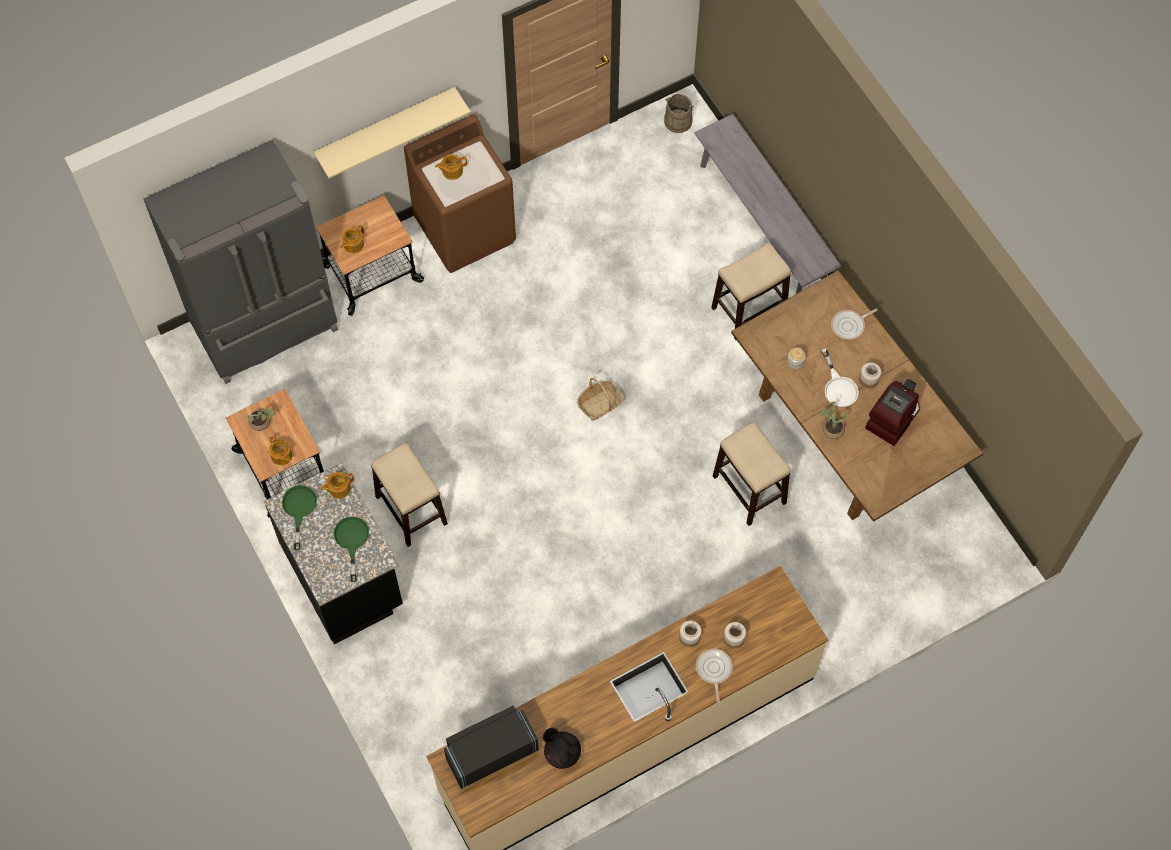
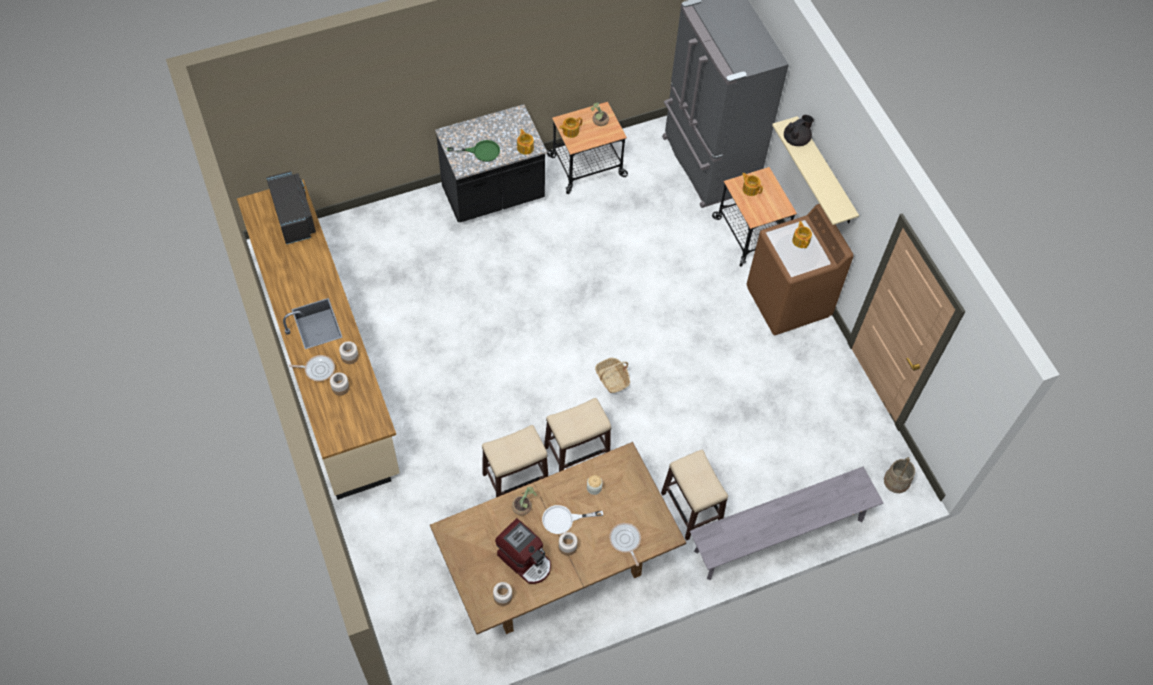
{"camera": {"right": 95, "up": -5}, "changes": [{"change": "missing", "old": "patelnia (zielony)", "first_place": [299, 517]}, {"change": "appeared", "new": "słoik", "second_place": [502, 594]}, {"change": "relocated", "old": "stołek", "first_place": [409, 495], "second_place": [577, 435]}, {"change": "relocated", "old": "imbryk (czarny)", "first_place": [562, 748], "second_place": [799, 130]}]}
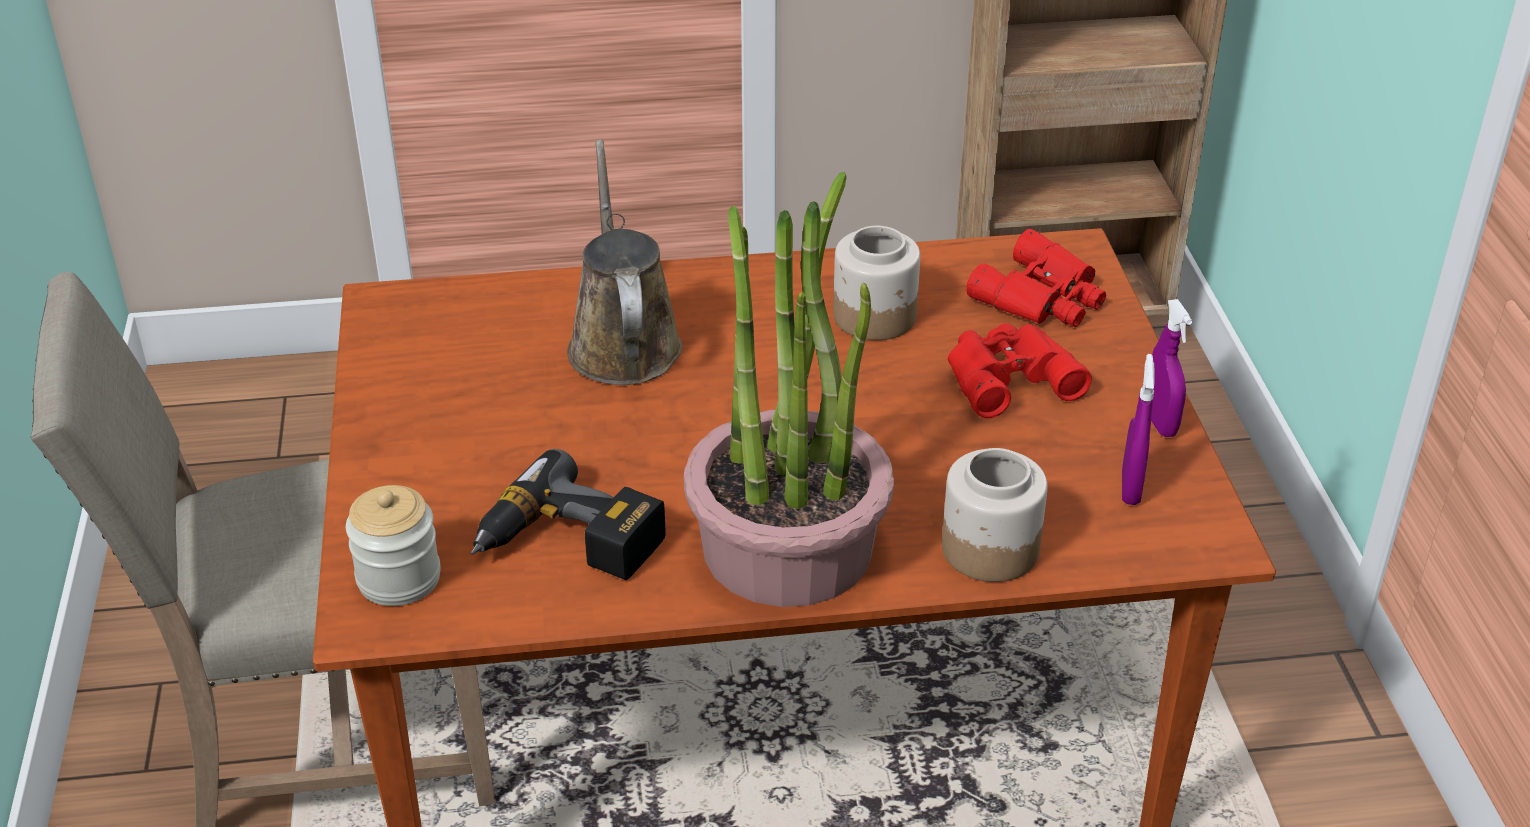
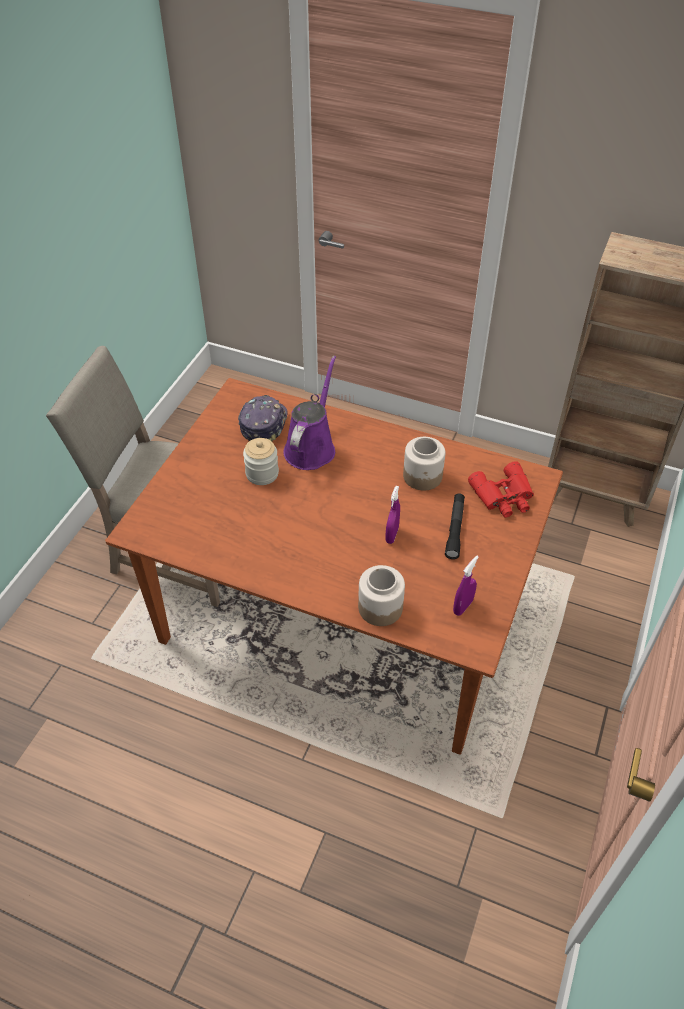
{"camera": {"right": 30, "up": 10}, "changes": [{"change": "missing", "old": "wiertarka", "first_place": [568, 514]}, {"change": "missing", "old": "roślina doniczkowa", "first_place": [789, 389]}, {"change": "appeared", "new": "czapka z daszkiem", "second_place": [263, 418]}, {"change": "relocated", "old": "słoik", "first_place": [393, 545], "second_place": [261, 461]}, {"change": "relocated", "old": "spryskiwacz (fioletowy)", "first_place": [1171, 368], "second_place": [392, 515]}, {"change": "exchanged", "old": "lornetka (czerwony)", "new": "latarka (czarny)", "first_place": [1020, 370], "second_place": [455, 526]}, {"change": "colour", "old": "konewka (brązowy)", "new": "konewka (fioletowy)", "first_place": [625, 262], "second_place": [309, 413]}]}
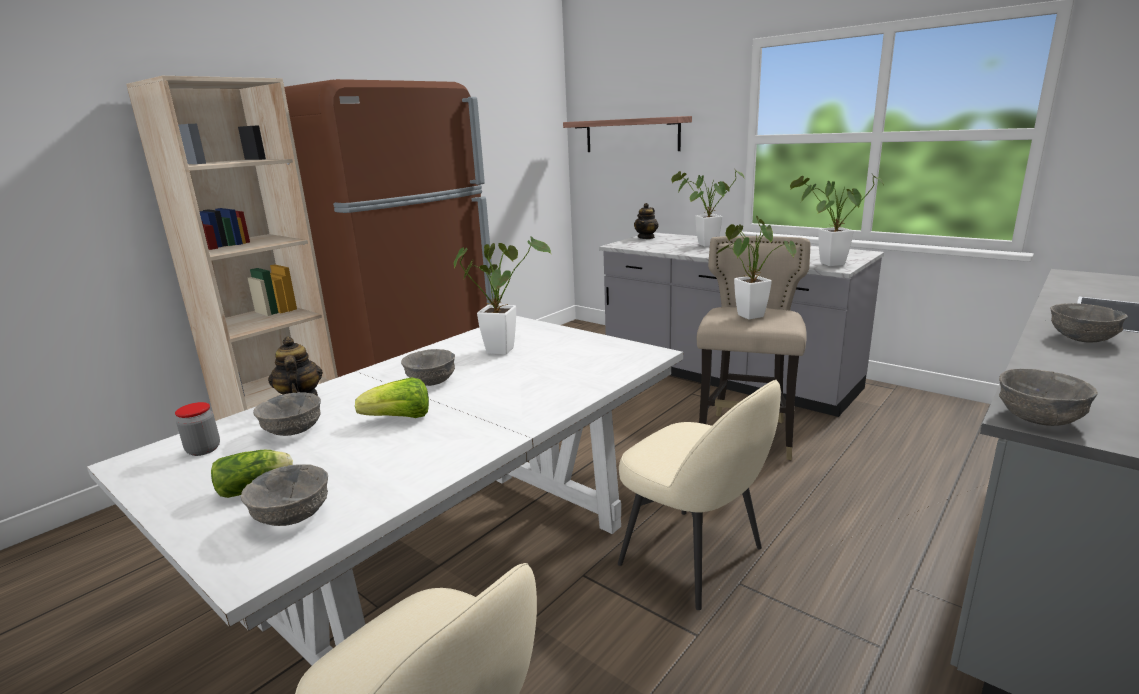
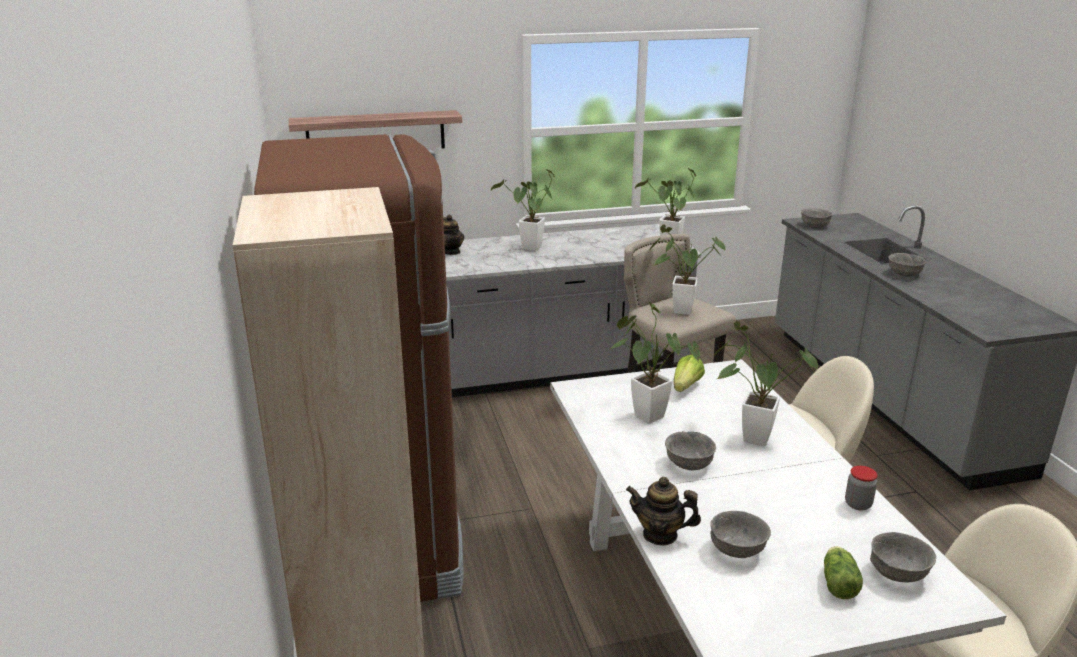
{"camera": {"right": -55, "up": 5}, "changes": [{"change": "appeared", "new": "roślina doniczkowa", "second_place": [766, 383]}, {"change": "relocated", "old": "słoik", "first_place": [197, 429], "second_place": [861, 488]}, {"change": "relocated", "old": "sałata", "first_place": [392, 397], "second_place": [689, 373]}, {"change": "relocated", "old": "miska (szary)", "first_place": [1048, 397], "second_place": [816, 218]}]}
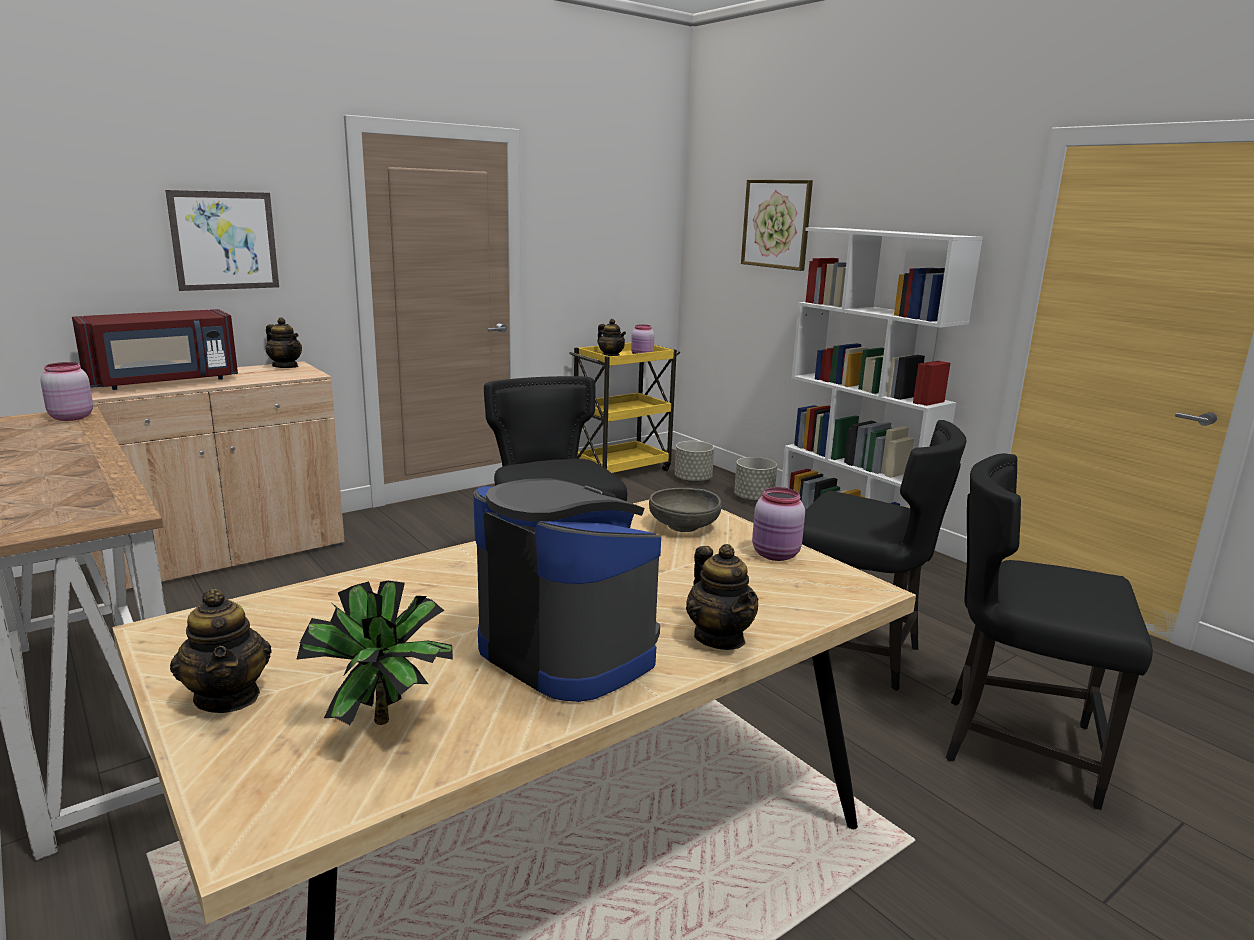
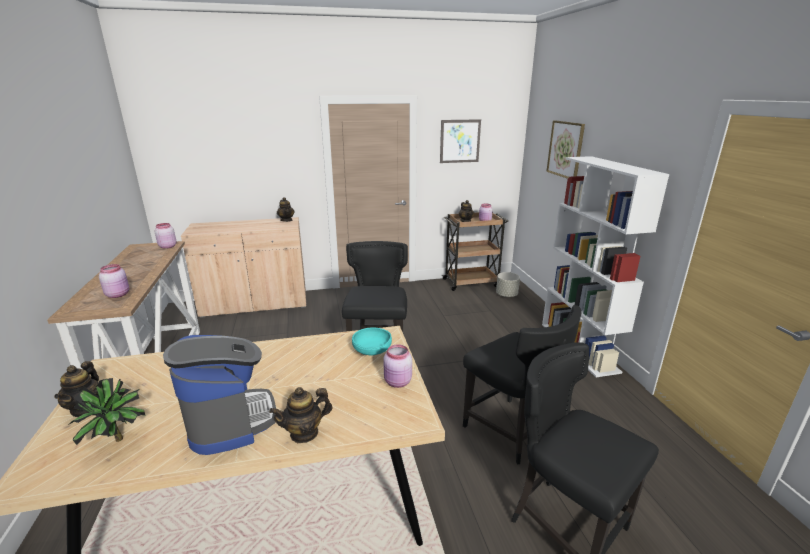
{"camera": {"right": 25, "up": 5}, "changes": [{"change": "missing", "old": "mikrofalówka (czerwony)", "first_place": [155, 349]}, {"change": "missing", "old": "donica (szary)", "first_place": [755, 479]}, {"change": "appeared", "new": "słoik (różowy)", "second_place": [114, 281]}, {"change": "relocated", "old": "obraz", "first_place": [222, 240], "second_place": [460, 141]}, {"change": "colour", "old": "wózek (żółty)", "new": "wózek (brązowy)", "first_place": [624, 408], "second_place": [474, 251]}, {"change": "colour", "old": "miska (szary)", "new": "miska (turkusowy)", "first_place": [685, 510], "second_place": [372, 342]}, {"change": "spun", "old": "imbryk", "first_place": [722, 597], "second_place": [300, 415], "degrees": 60}]}
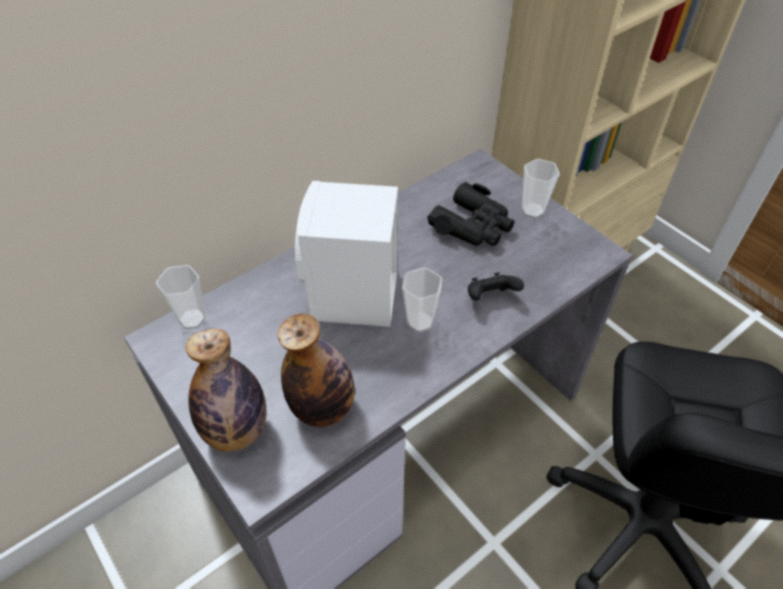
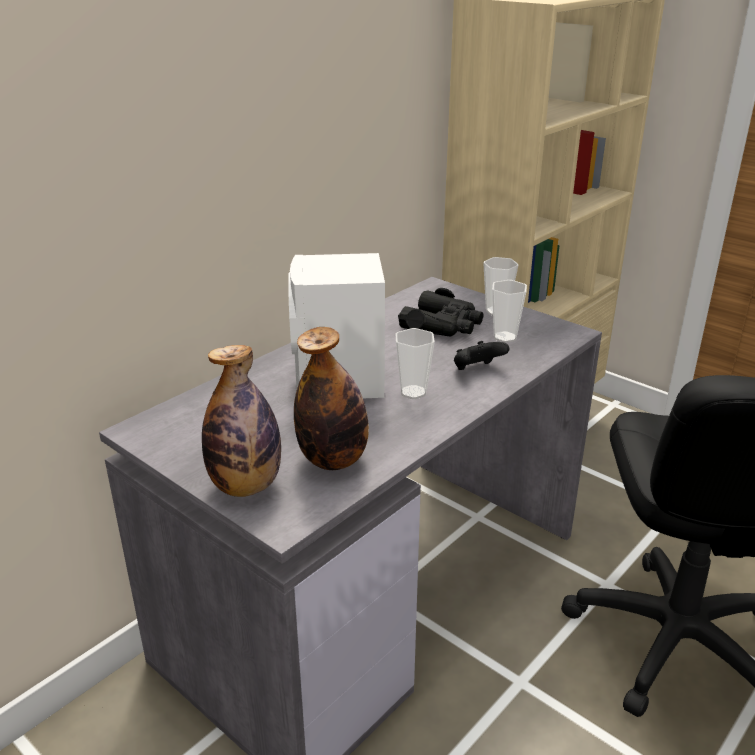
{"camera": {"right": -10, "up": -20}, "changes": [{"change": "relocated", "old": "filiżanka", "first_place": [180, 297], "second_place": [509, 311]}]}
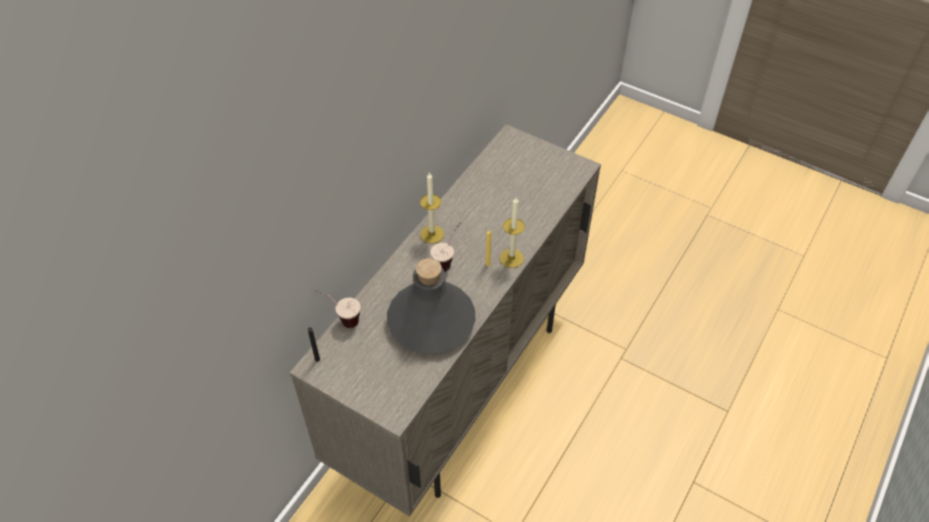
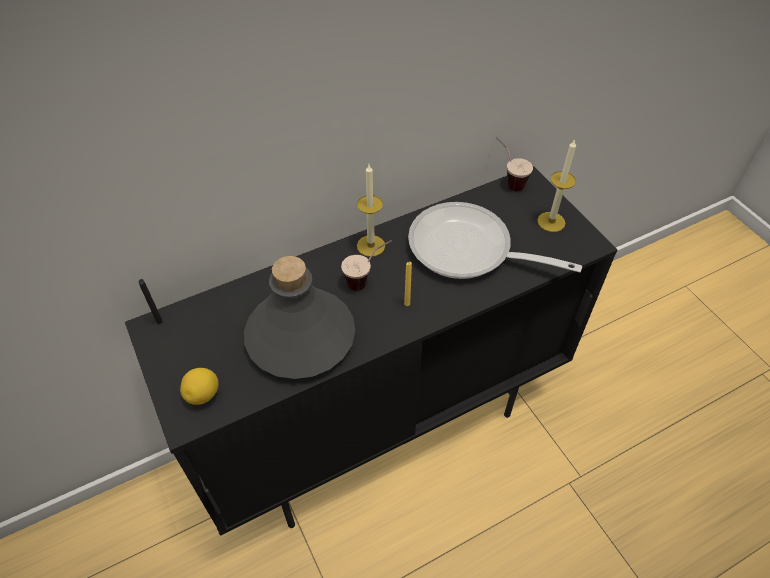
{"camera": {"right": 30, "up": 0}, "changes": [{"change": "appeared", "new": "cytryna", "second_place": [199, 386]}, {"change": "appeared", "new": "patelnia", "second_place": [495, 240]}, {"change": "relocated", "old": "filiżanka", "first_place": [338, 309], "second_place": [514, 164]}, {"change": "relocated", "old": "świeca", "first_place": [512, 232], "second_place": [556, 185]}, {"change": "colour", "old": "szafka (beżowy)", "new": "szafka (czarny)", "first_place": [445, 320], "second_place": [371, 351]}]}
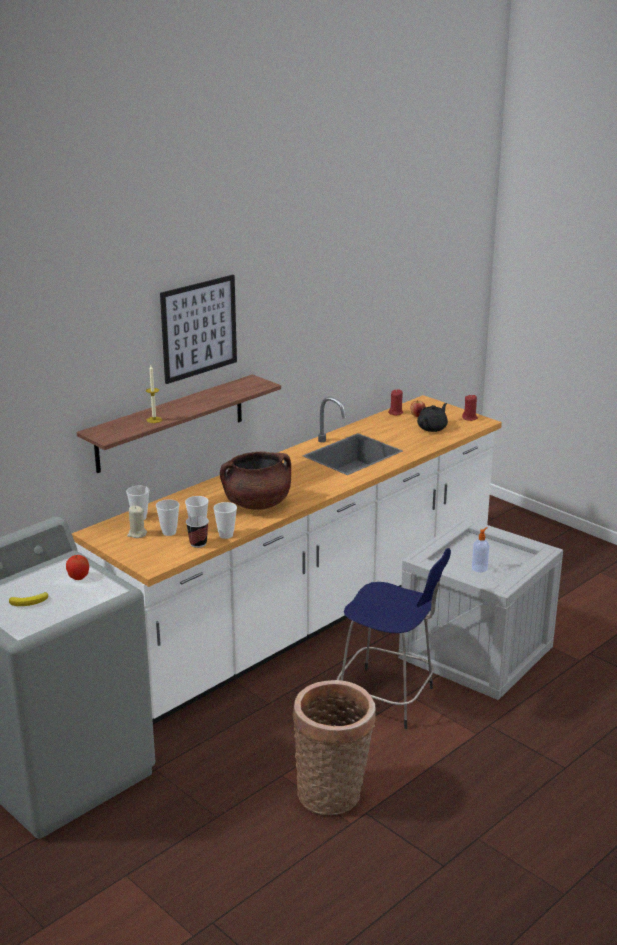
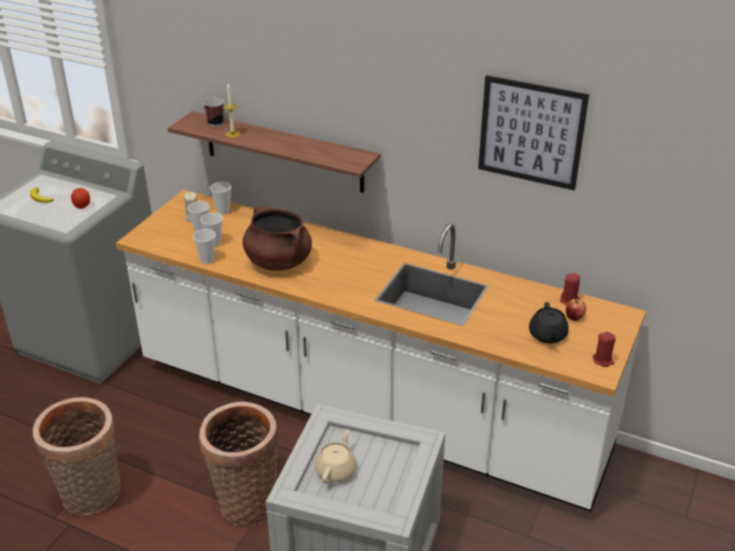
{"camera": {"right": 70, "up": 10}, "changes": [{"change": "relocated", "old": "obraz", "first_place": [198, 329], "second_place": [533, 132]}, {"change": "relocated", "old": "filiżanka", "first_place": [197, 532], "second_place": [213, 111]}, {"change": "exchanged", "old": "stołek (niebieski)", "new": "koszyk", "first_place": [394, 638], "second_place": [239, 464]}, {"change": "exchanged", "old": "dozownik mydła", "new": "imbryk (beżowy)", "first_place": [480, 549], "second_place": [335, 456]}, {"change": "spun", "old": "imbryk (czarny)", "first_place": [432, 417], "second_place": [549, 323], "degrees": 75}]}
